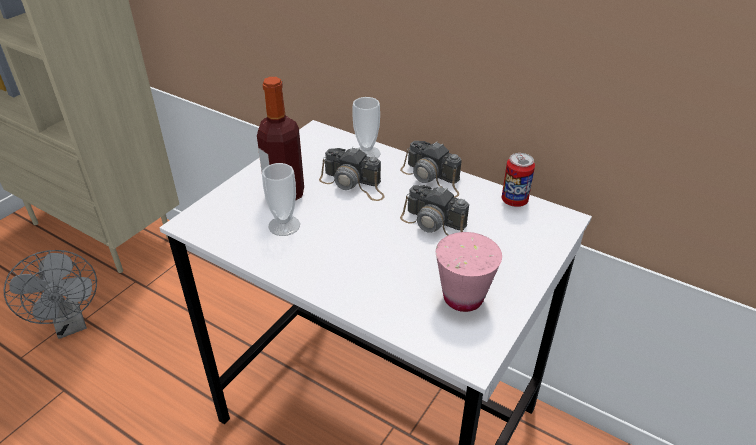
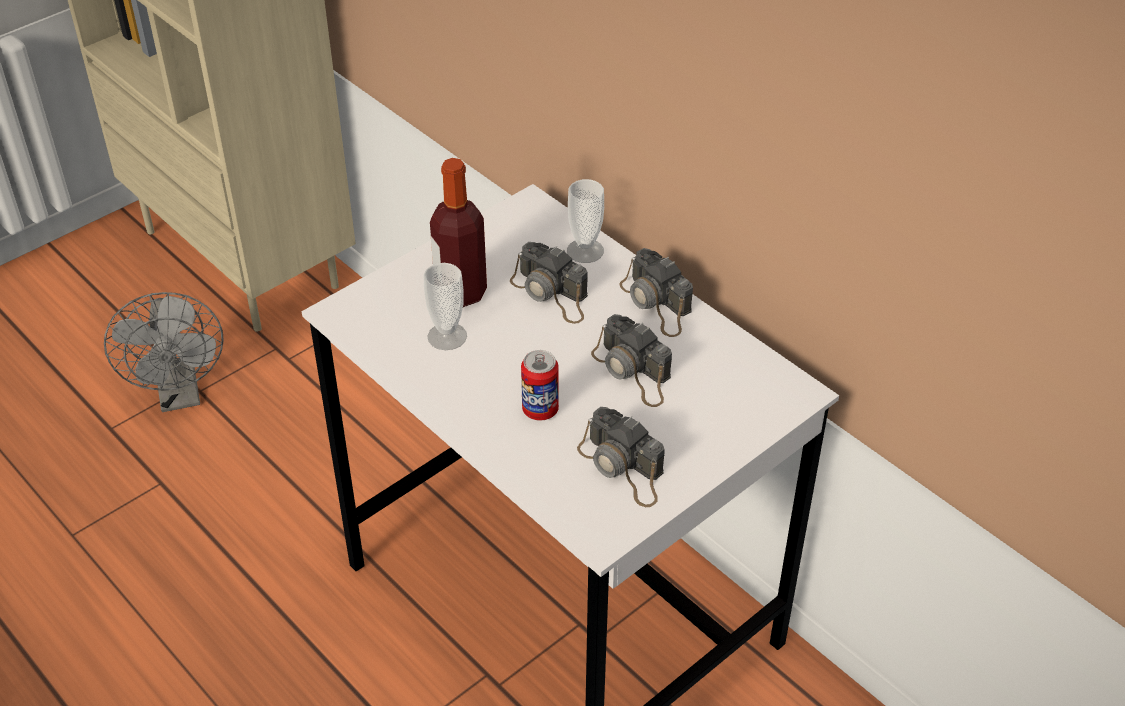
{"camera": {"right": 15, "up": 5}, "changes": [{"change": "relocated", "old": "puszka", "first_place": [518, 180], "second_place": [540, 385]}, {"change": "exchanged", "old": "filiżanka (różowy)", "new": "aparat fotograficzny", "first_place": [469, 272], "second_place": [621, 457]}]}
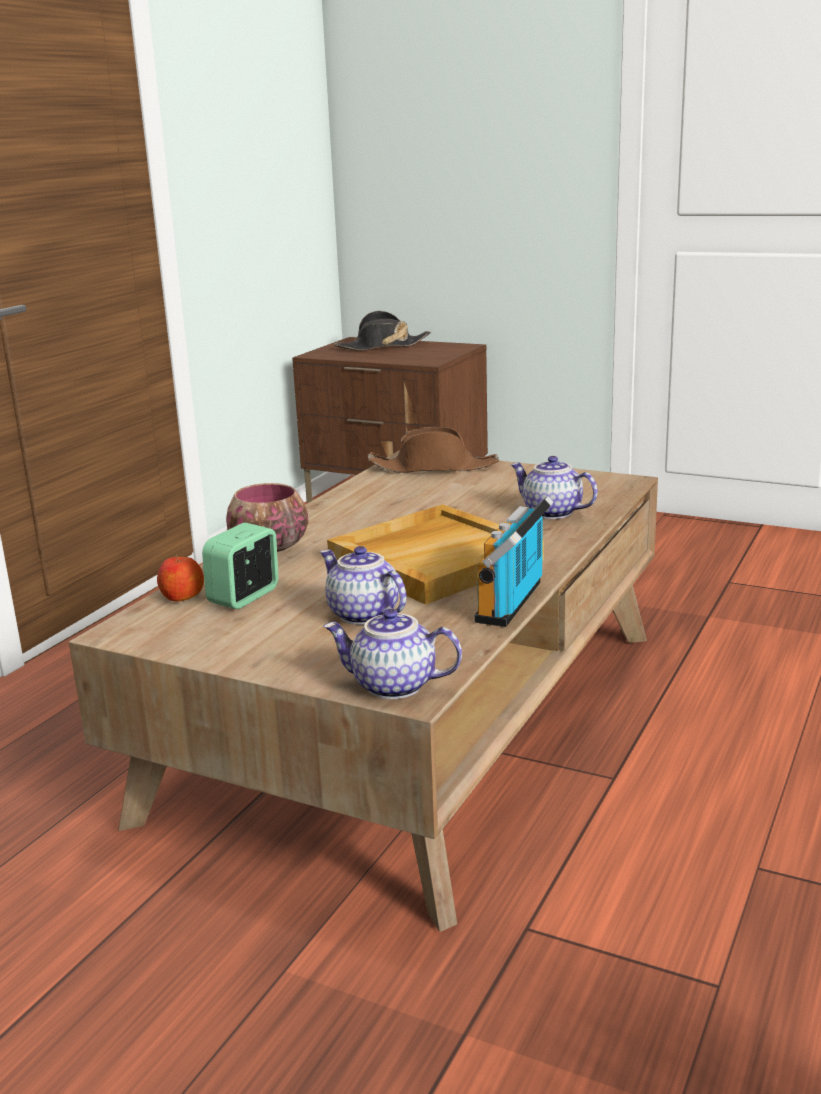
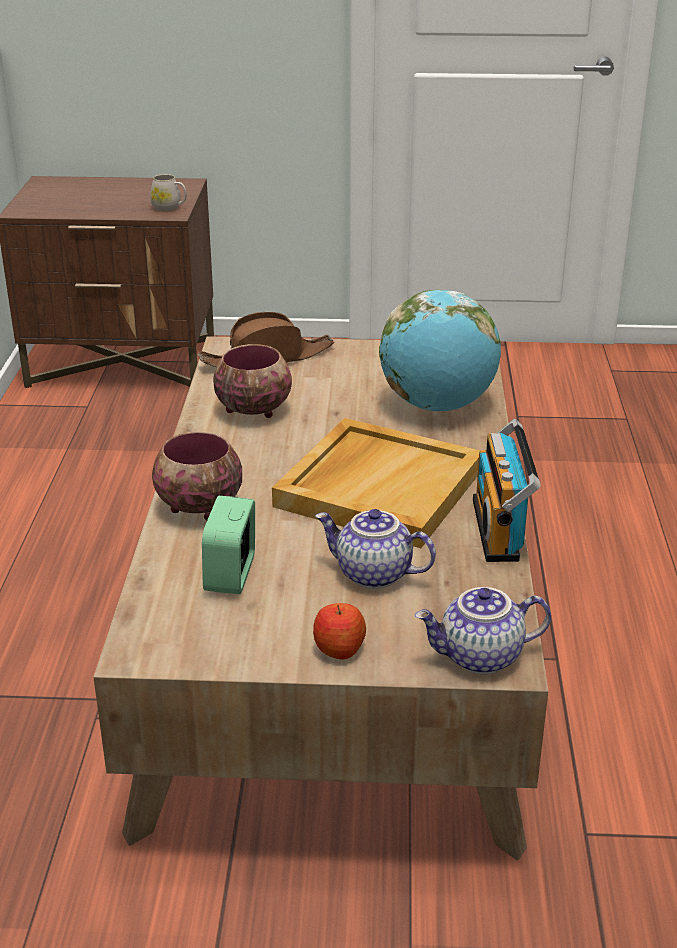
{"camera": {"right": -25, "up": 10}, "changes": [{"change": "missing", "old": "kapelusz (czarny)", "first_place": [382, 330]}, {"change": "appeared", "new": "kubek (biały)", "second_place": [168, 192]}, {"change": "appeared", "new": "miska", "second_place": [252, 381]}, {"change": "relocated", "old": "jabłko", "first_place": [180, 577], "second_place": [339, 631]}, {"change": "exchanged", "old": "imbryk", "new": "globus", "first_place": [554, 487], "second_place": [440, 350]}]}
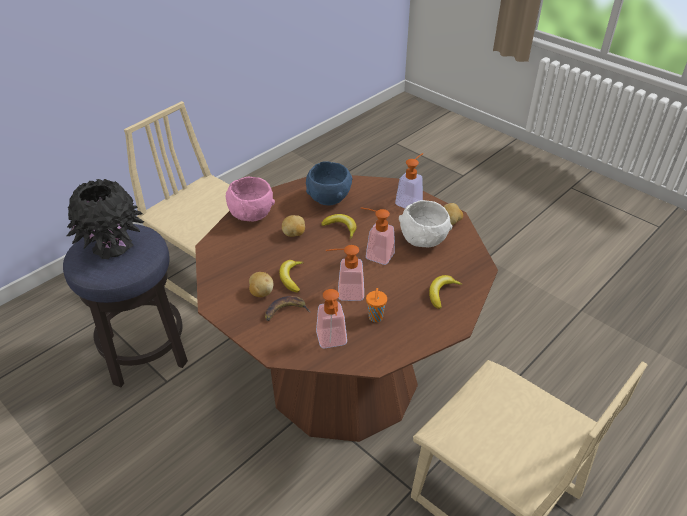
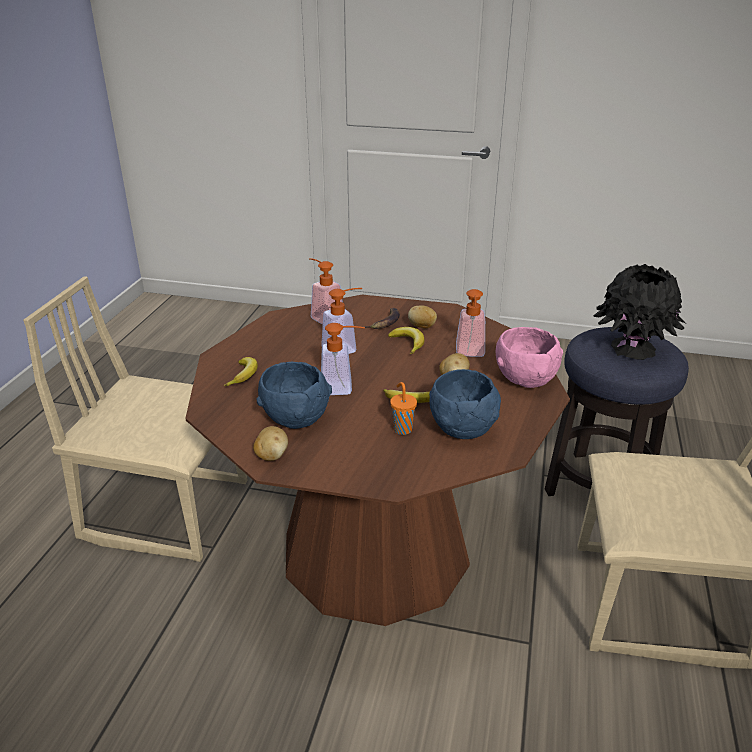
{"camera": {"right": 150, "up": -10}, "changes": [{"change": "relocated", "old": "filiżanka (pomarańczowy)", "first_place": [376, 305], "second_place": [403, 408]}, {"change": "relocated", "old": "dozownik mydła", "first_place": [409, 180], "second_place": [470, 323]}, {"change": "colour", "old": "miska (biały)", "new": "miska (niebieski)", "first_place": [425, 224], "second_place": [294, 395]}]}
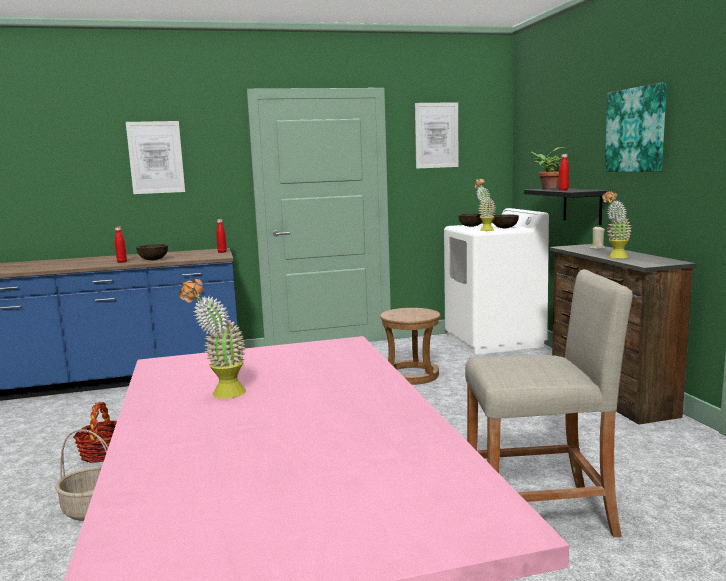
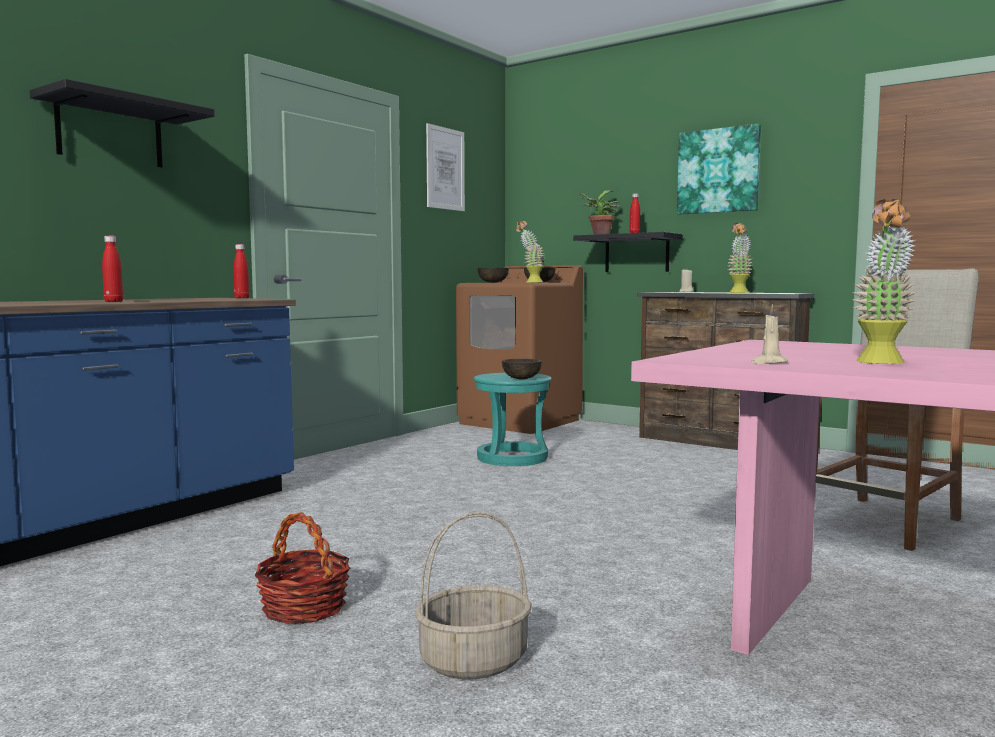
{"camera": {"right": -40, "up": -5}, "changes": [{"change": "appeared", "new": "świeca (beżowy)", "second_place": [769, 333]}, {"change": "relocated", "old": "miska (brązowy)", "first_place": [152, 252], "second_place": [522, 369]}, {"change": "exchanged", "old": "obraz", "new": "półka (czarny)", "first_place": [155, 157], "second_place": [122, 123]}, {"change": "colour", "old": "stołek (brązowy)", "new": "stołek (turkusowy)", "first_place": [410, 346], "second_place": [513, 419]}, {"change": "colour", "old": "pralka (biały)", "new": "pralka (brązowy)", "first_place": [496, 281], "second_place": [519, 349]}]}
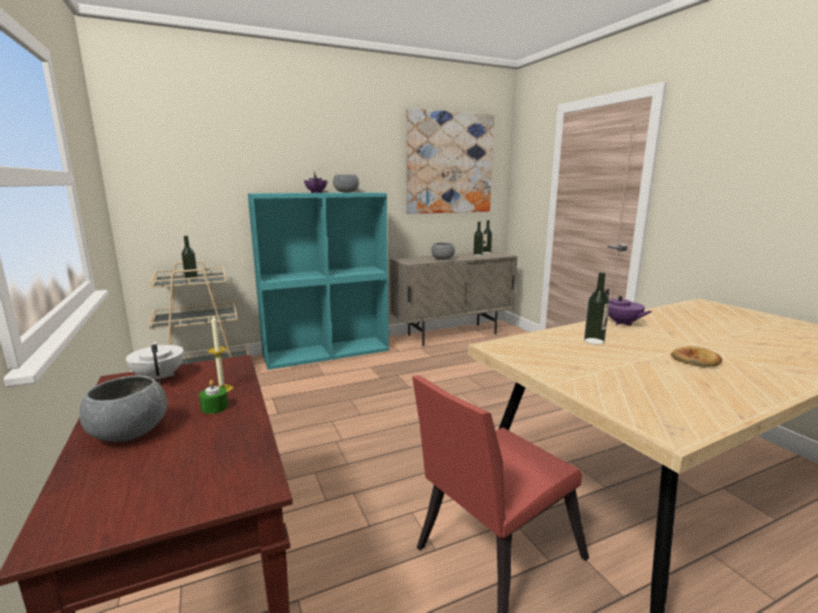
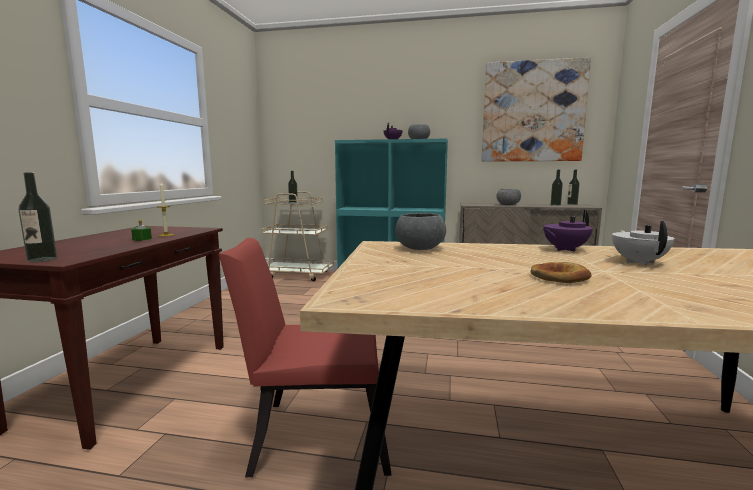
{"camera": {"right": 35, "up": -5}, "changes": [{"change": "relocated", "old": "miska (szary)", "first_place": [124, 408], "second_place": [421, 231]}, {"change": "relocated", "old": "imbryk (biały)", "first_place": [155, 362], "second_place": [643, 243]}, {"change": "relocated", "old": "butelka", "first_place": [597, 308], "second_place": [37, 217]}, {"change": "spun", "old": "imbryk (fioletowy)", "first_place": [628, 307], "second_place": [568, 231], "degrees": 60}]}
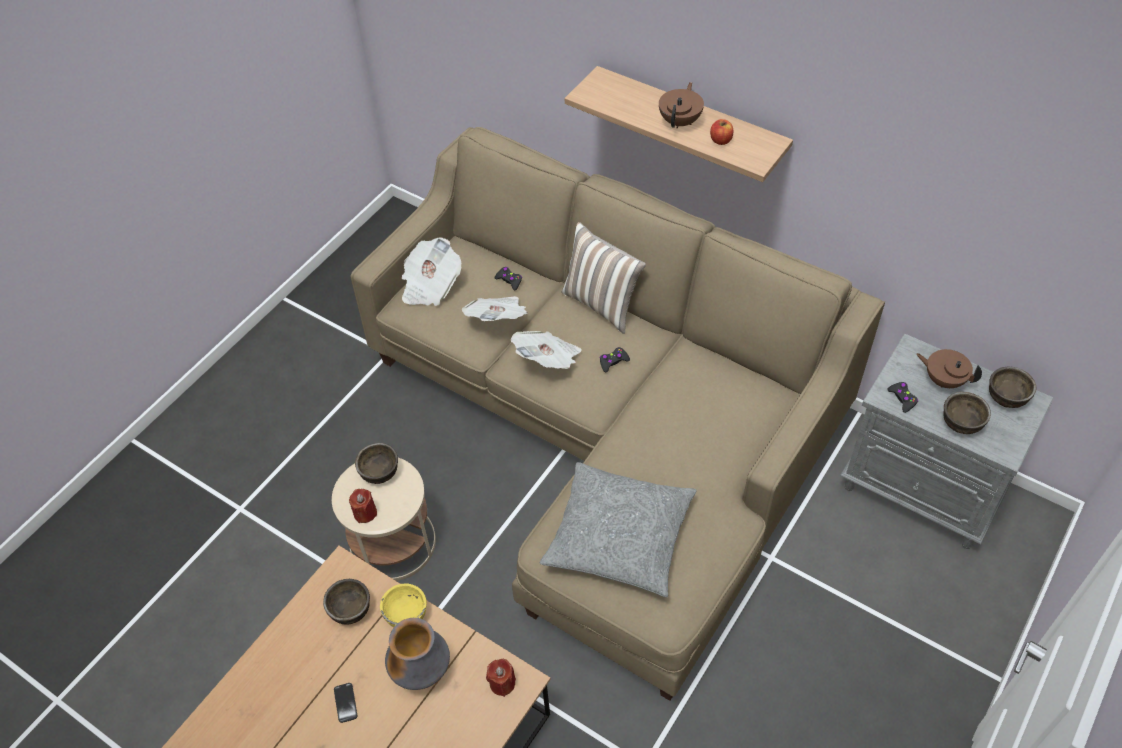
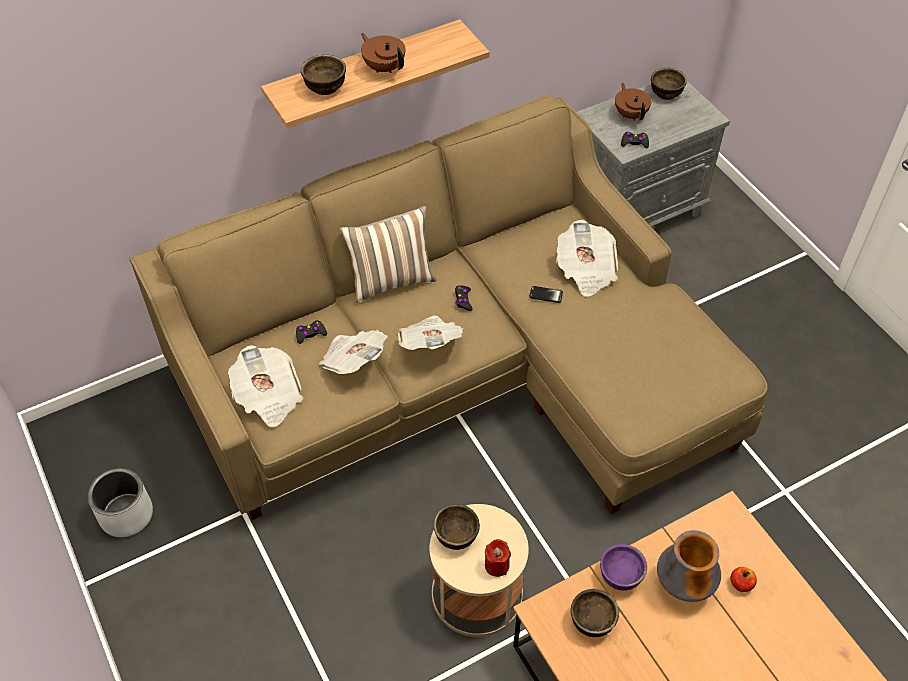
{"camera": {"right": -65, "up": 0}, "changes": [{"change": "missing", "old": "świeca (czerwony)", "first_place": [501, 678]}, {"change": "missing", "old": "poduszka (szary)", "first_place": [618, 529]}, {"change": "appeared", "new": "donica (szary)", "second_place": [120, 502]}, {"change": "appeared", "new": "gazeta", "second_place": [587, 258]}, {"change": "relocated", "old": "telefon", "first_place": [345, 703], "second_place": [546, 294]}, {"change": "relocated", "old": "jabłko", "first_place": [721, 132], "second_place": [743, 579]}, {"change": "relocated", "old": "miska (brązowy)", "first_place": [967, 413], "second_place": [323, 74]}, {"change": "colour", "old": "miska (żółty)", "new": "miska (fioletowy)", "first_place": [403, 605], "second_place": [623, 567]}, {"change": "spun", "old": "imbryk (brązowy)", "first_place": [949, 368], "second_place": [633, 101], "degrees": 105}]}
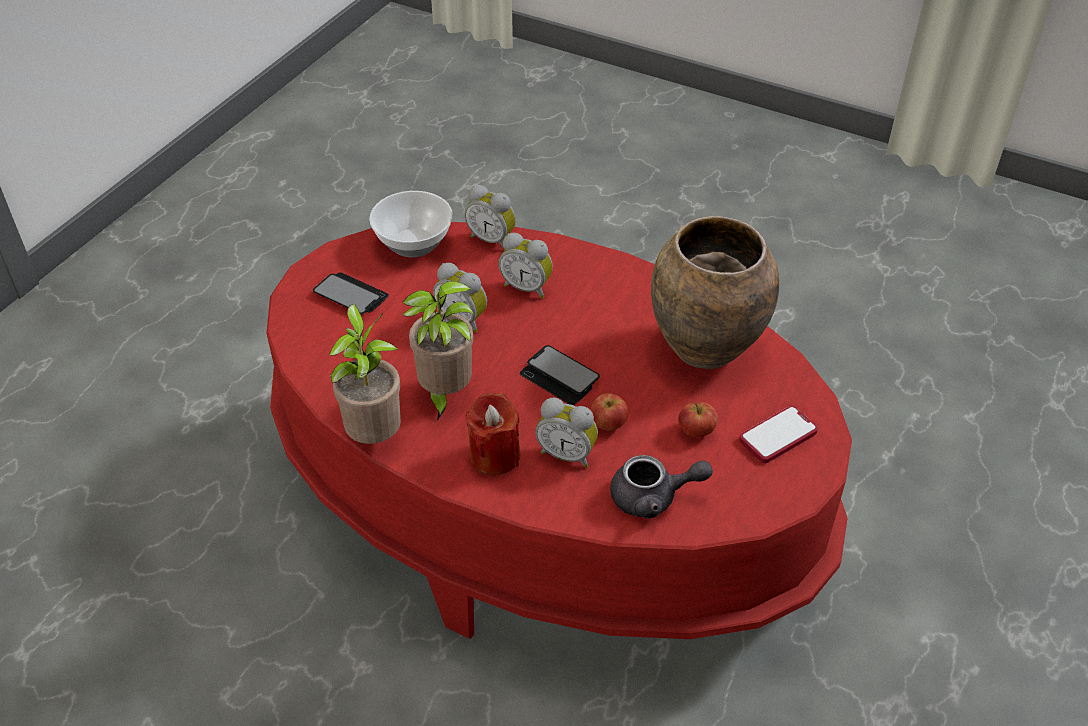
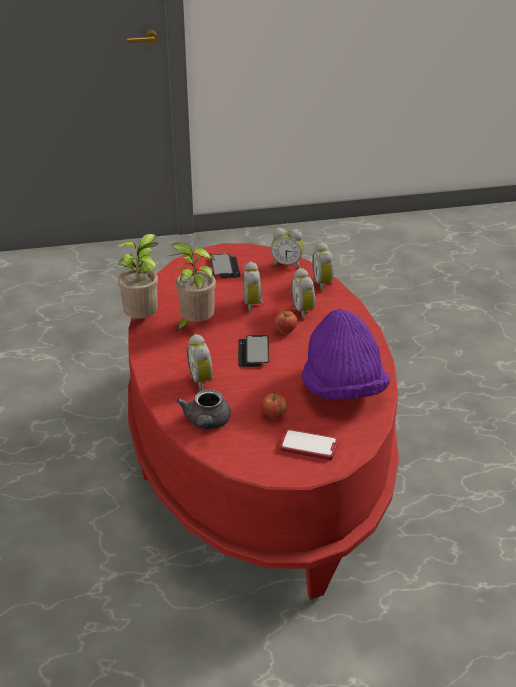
{"camera": {"right": 50, "up": -10}, "changes": [{"change": "missing", "old": "świeca (czerwony)", "first_place": [493, 434]}, {"change": "relocated", "old": "jabłko", "first_place": [610, 412], "second_place": [286, 322]}, {"change": "exchanged", "old": "miska", "new": "budzik", "first_place": [411, 224], "second_place": [287, 248]}, {"change": "exchanged", "old": "wazon (brązowy)", "new": "kapelusz (fioletowy)", "first_place": [715, 292], "second_place": [345, 354]}, {"change": "spun", "old": "imbryk (szary)", "first_place": [661, 486], "second_place": [203, 409], "degrees": 45}]}
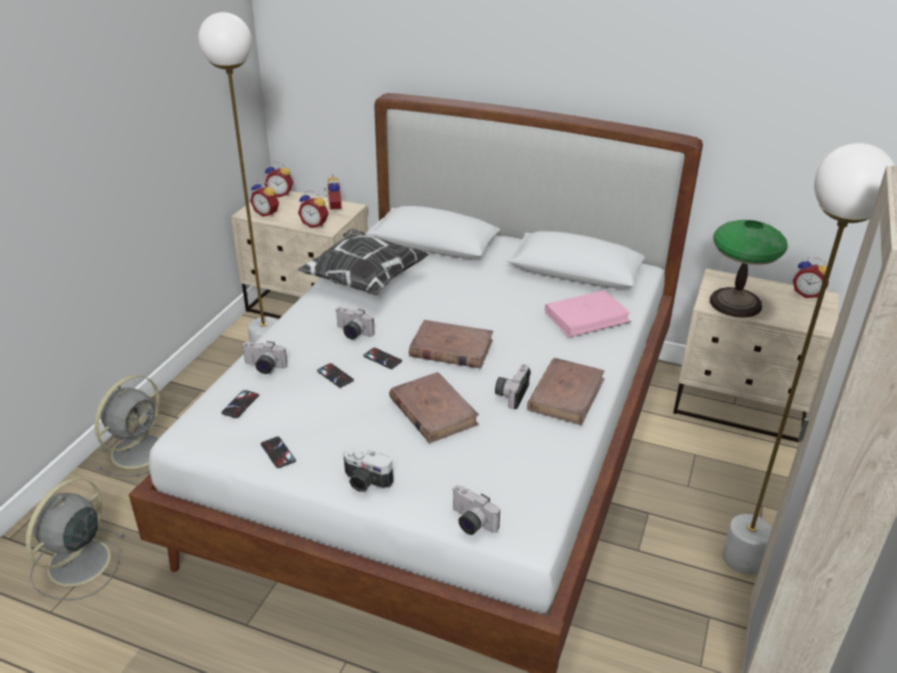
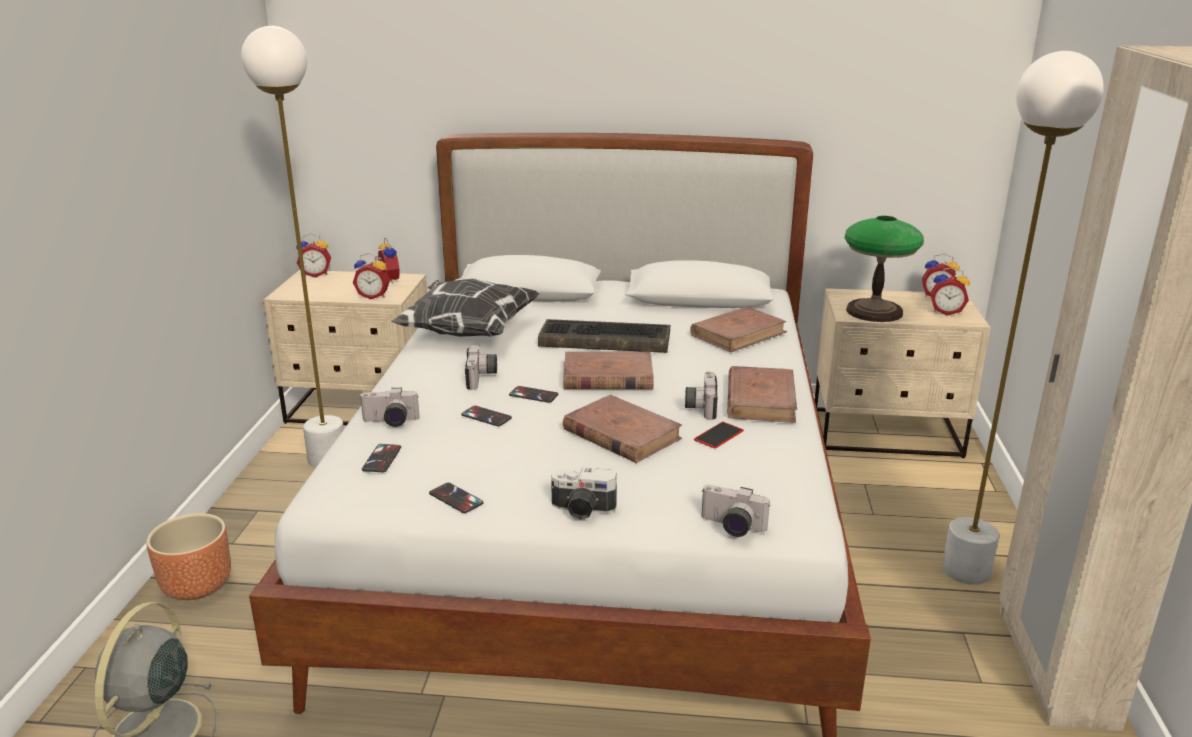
{"camera": {"right": -15, "up": -10}, "changes": [{"change": "appeared", "new": "klawiatura", "second_place": [604, 336]}, {"change": "appeared", "new": "telefon", "second_place": [719, 435]}, {"change": "relocated", "old": "budzik", "first_place": [264, 198], "second_place": [950, 291]}, {"change": "exchanged", "old": "wentylator (szary)", "new": "donica (brązowy)", "first_place": [131, 426], "second_place": [188, 556]}, {"change": "colour", "old": "książka (różowy)", "new": "książka (brązowy)", "first_place": [588, 314], "second_place": [738, 329]}, {"change": "spun", "old": "aparat fotograficzny", "first_place": [355, 323], "second_place": [481, 367], "degrees": -105}]}
